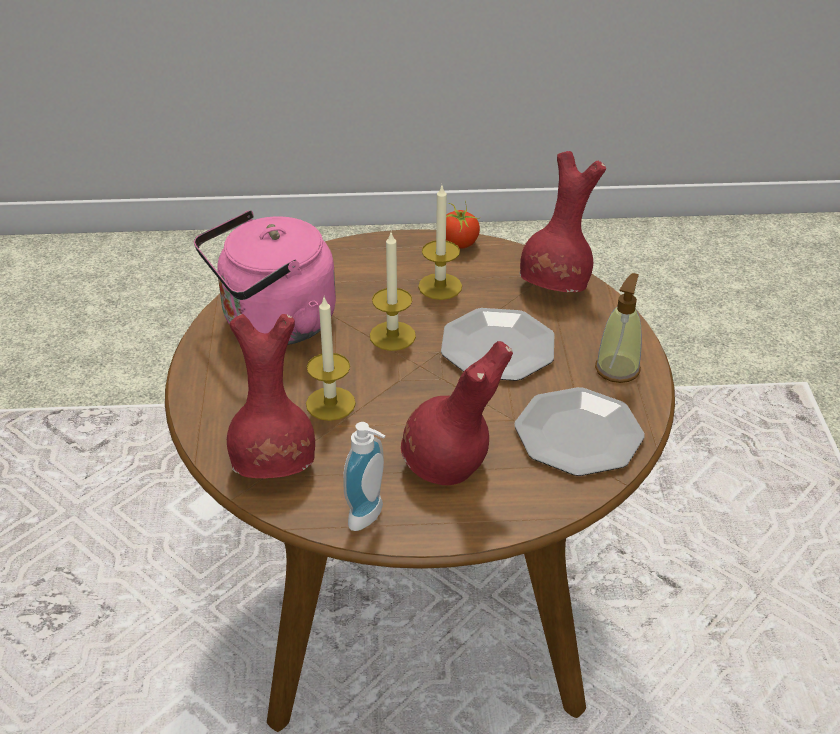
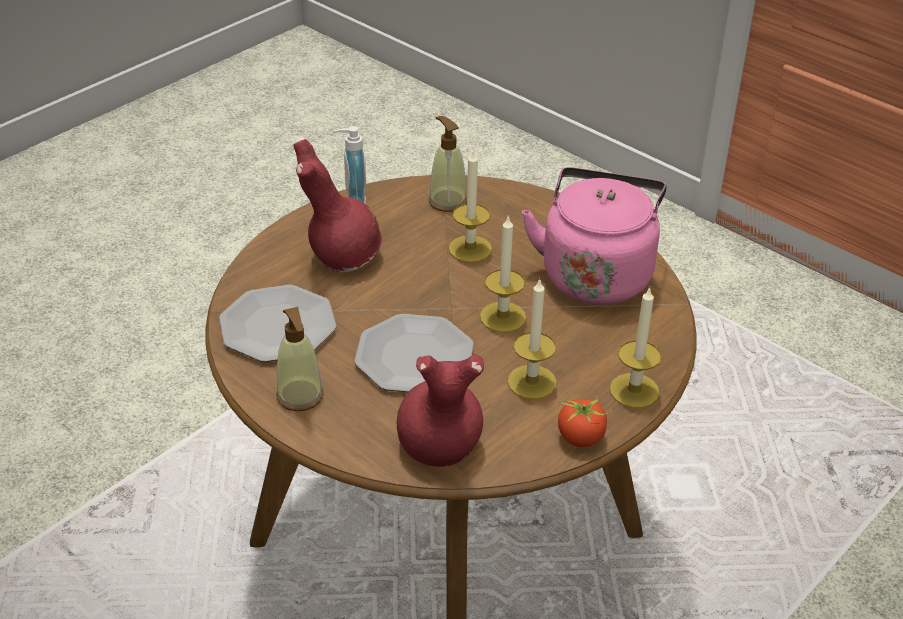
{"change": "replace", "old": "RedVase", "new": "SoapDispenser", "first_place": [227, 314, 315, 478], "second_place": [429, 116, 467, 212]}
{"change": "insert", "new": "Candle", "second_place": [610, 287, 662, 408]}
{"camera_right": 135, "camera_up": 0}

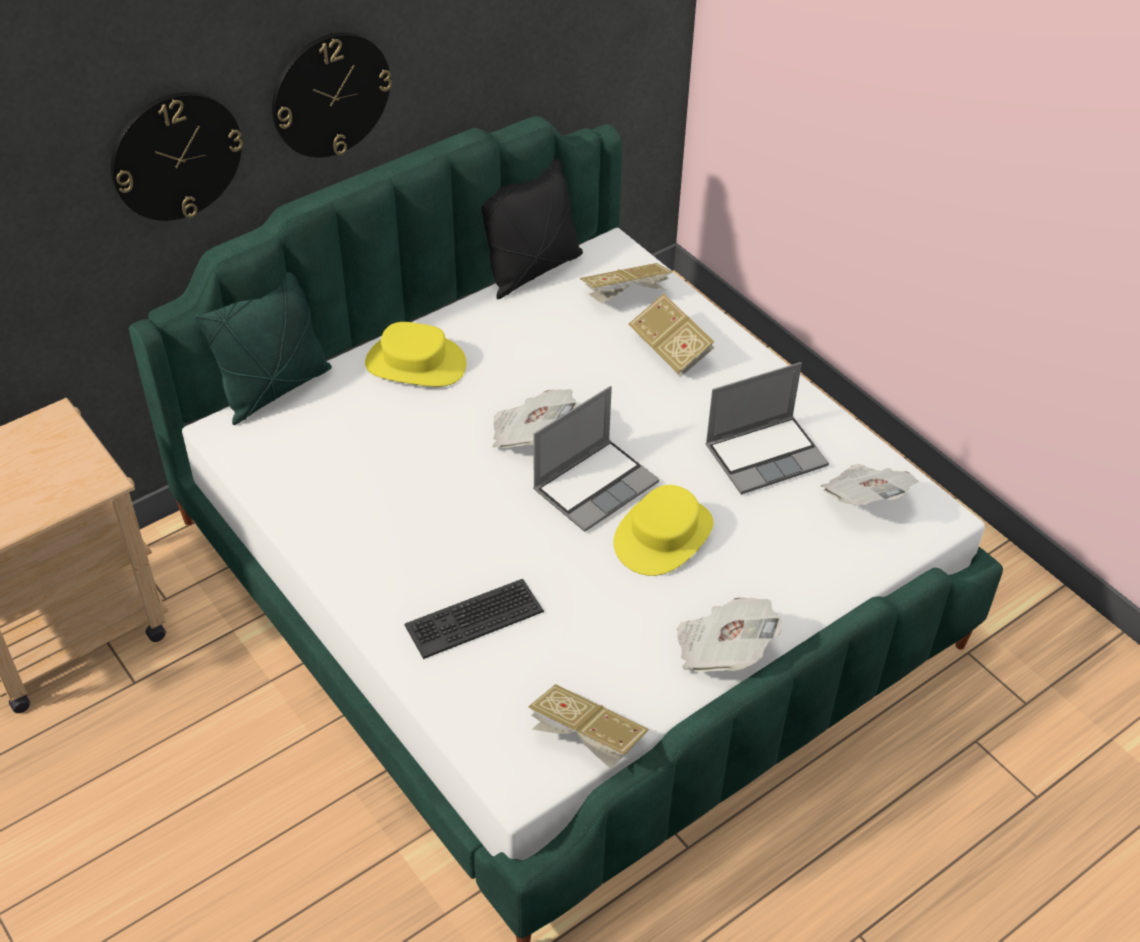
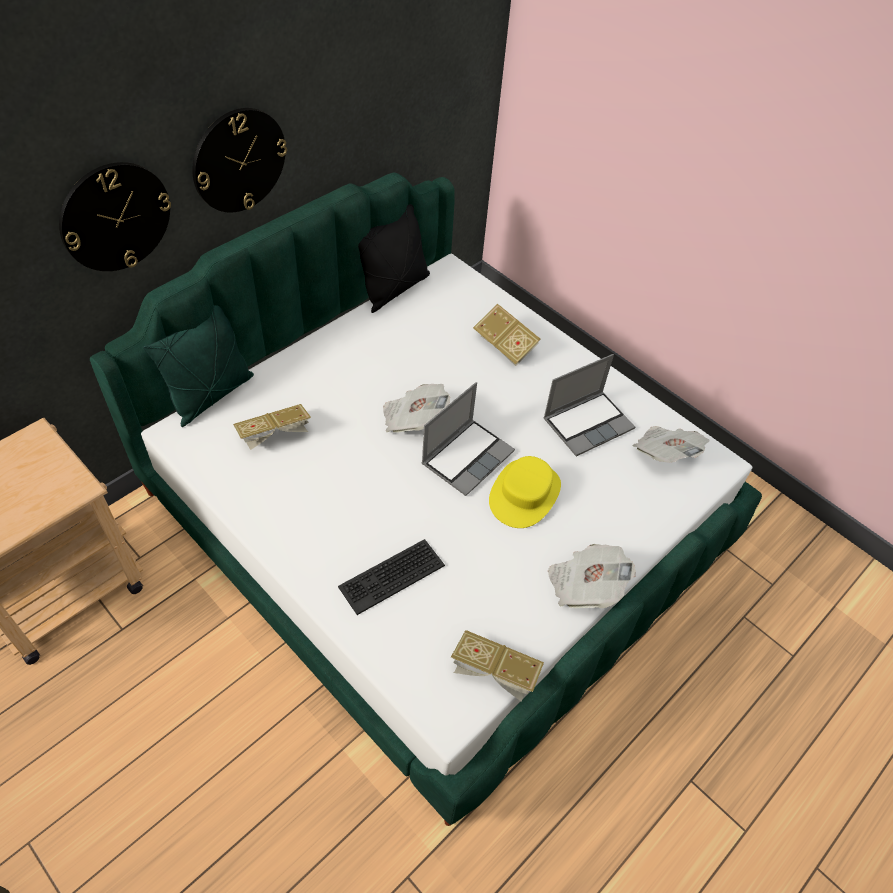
{"change": "move", "old": "Book", "first_place": [580, 263, 672, 303], "second_place": [233, 404, 311, 450]}
{"change": "delete", "old": "YellowHat", "first_place": [365, 322, 466, 387]}
{"camera_right": -10, "camera_up": 5}

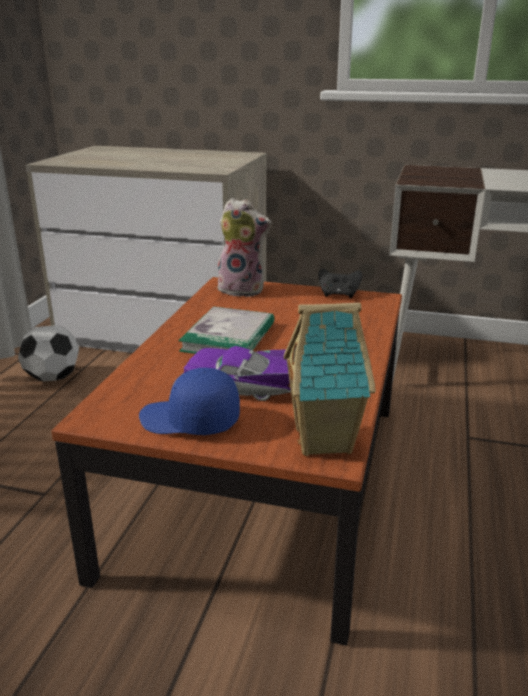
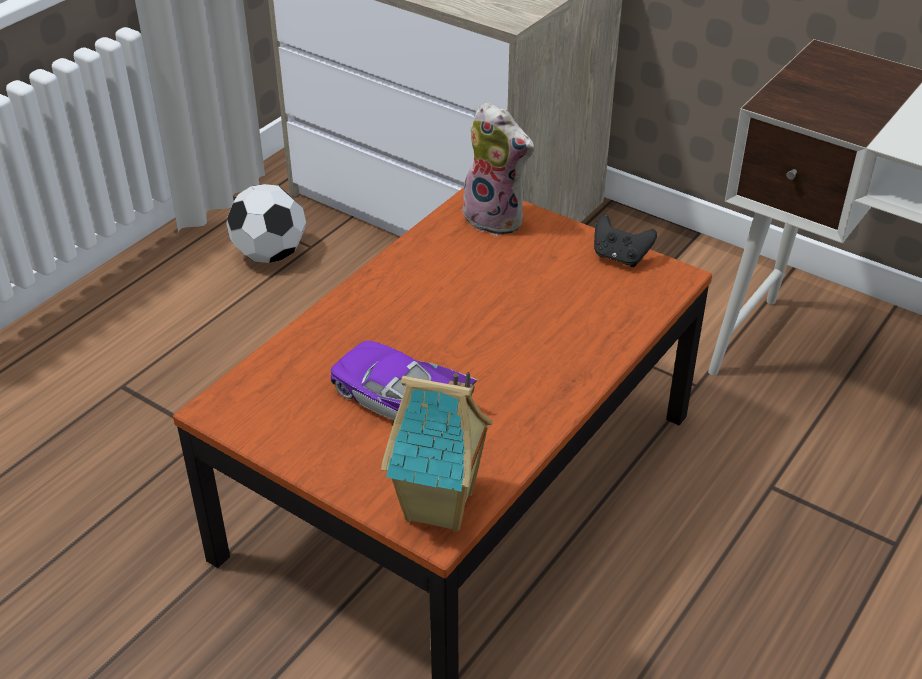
{"change": "delete", "old": "Book", "first_place": [178, 307, 274, 354]}
{"change": "delete", "old": "BlueCap", "first_place": [139, 368, 240, 435]}
{"camera_right": 20, "camera_up": 15}

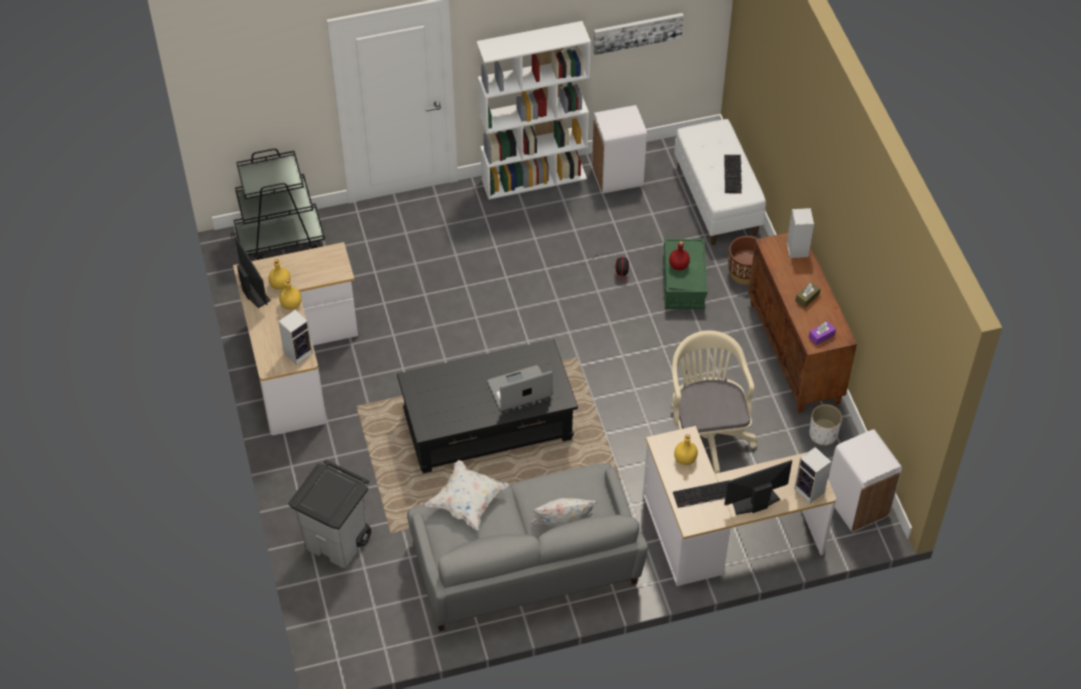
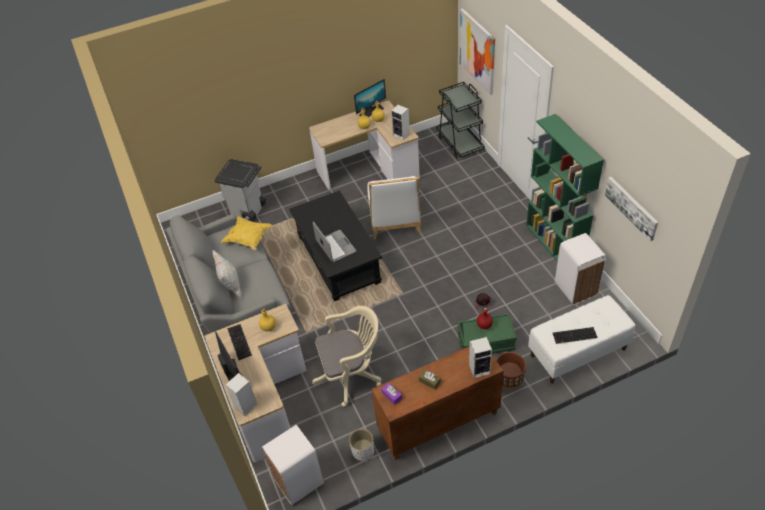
{"change": "recolor", "old": "WhiteBookcase", "new": "GreenBookcase", "first_place": [477, 21, 591, 199], "second_place": [526, 114, 604, 262]}
{"change": "move", "old": "Speaker", "first_place": [278, 310, 313, 365], "second_place": [391, 105, 410, 140]}
{"change": "recolor", "old": "WhitePillow", "new": "YellowPillow", "first_place": [425, 460, 509, 530], "second_place": [221, 216, 271, 250]}
{"change": "insert", "new": "Picture", "second_place": [460, 8, 495, 95]}
{"change": "insert", "new": "WhiteChair", "second_place": [367, 176, 422, 239]}
{"camera_right": 85, "camera_up": -5}

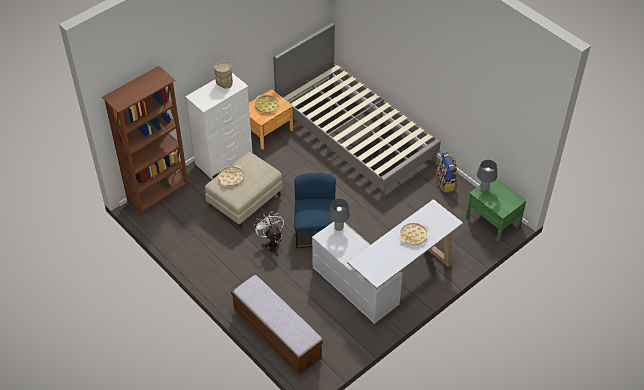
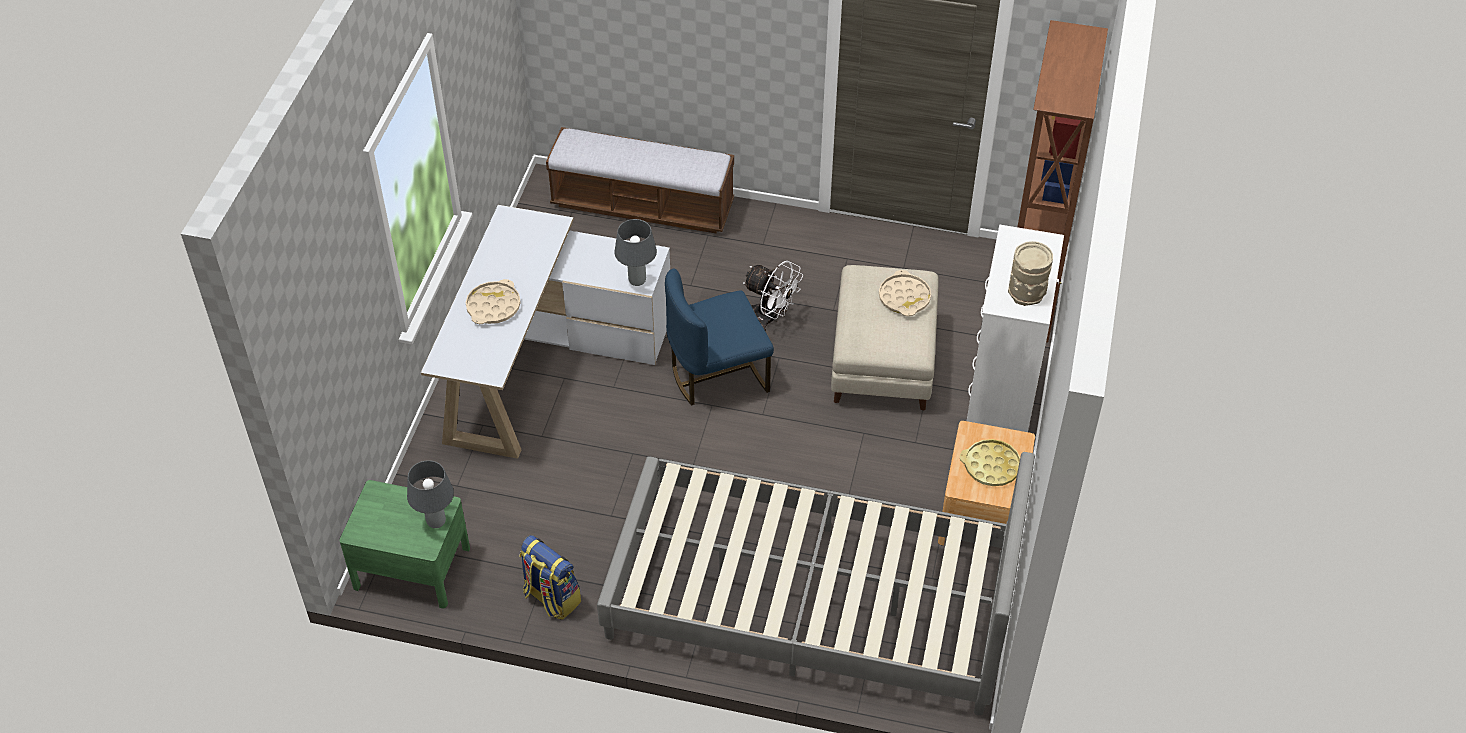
{"change": "rotate", "old": "BlueChair", "first_place": [294, 173, 336, 248], "second_place": [665, 269, 774, 406], "degrees": 105}
{"camera_right": 145, "camera_up": 0}

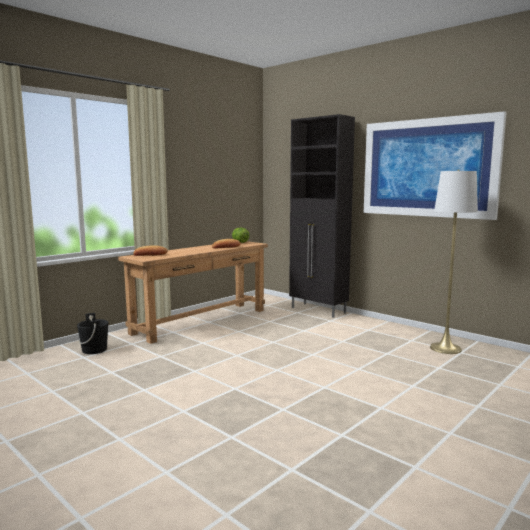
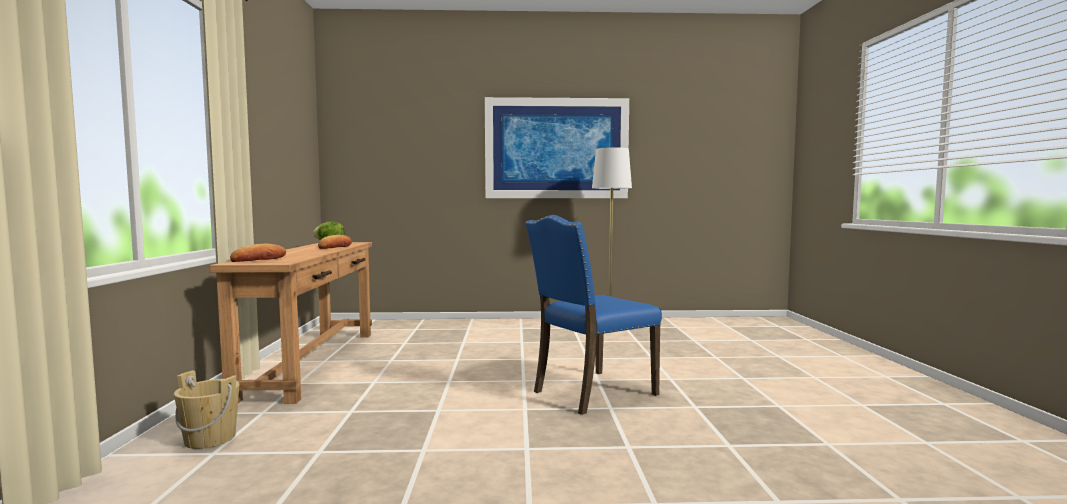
{"change": "delete", "old": "BlackCabinet", "first_place": [289, 114, 355, 318]}
{"change": "recolor", "old": "BlackBucket", "new": "BeigeBucket", "first_place": [77, 313, 108, 354], "second_place": [174, 370, 239, 449]}
{"change": "insert", "new": "BlueChair", "second_place": [525, 215, 662, 415]}
{"camera_right": -45, "camera_up": -5}

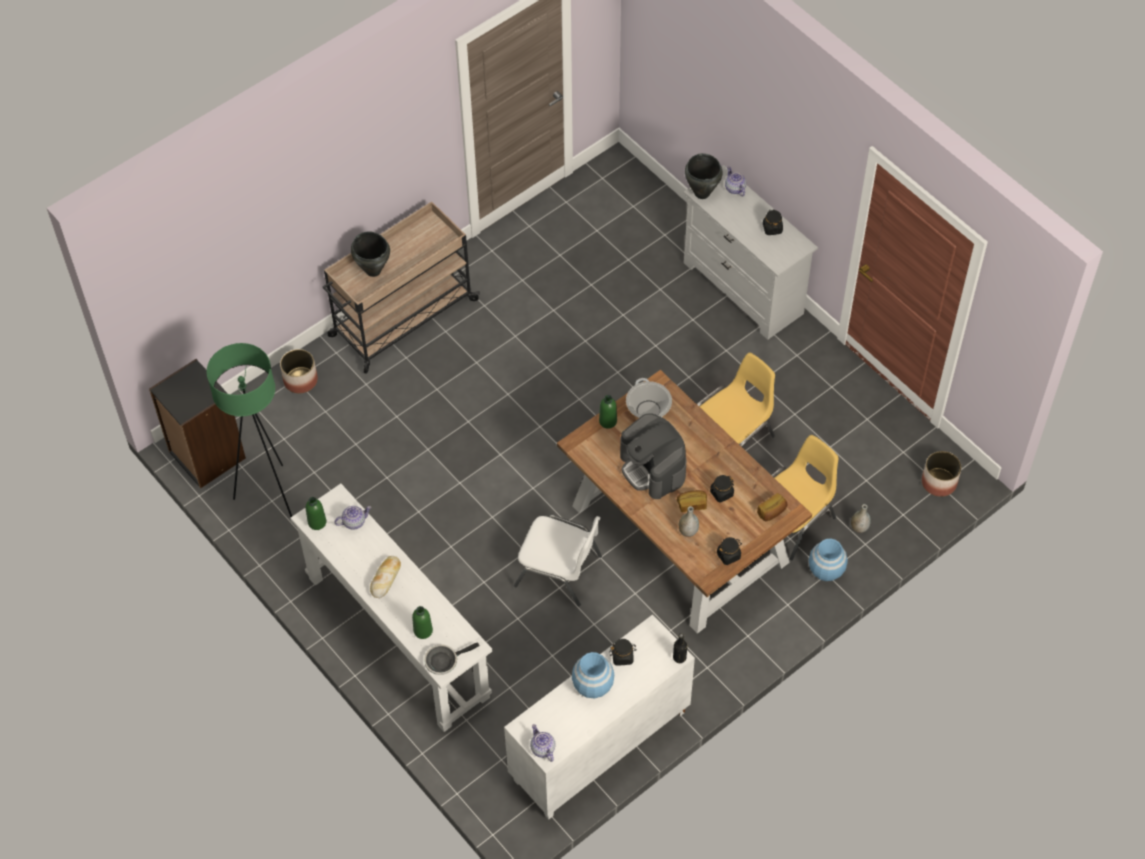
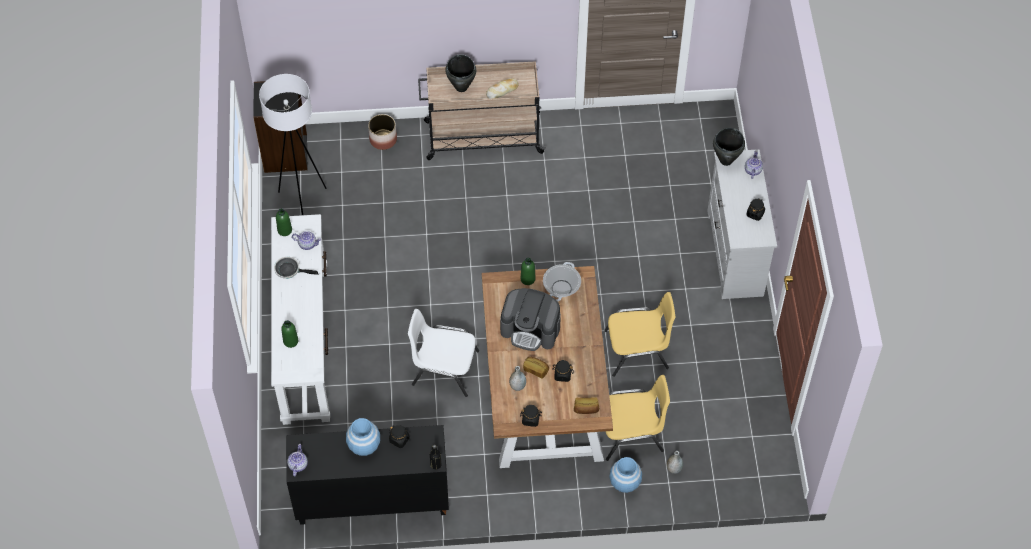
{"change": "recolor", "old": "GreenFloorLamp", "new": "WhiteFloorLamp", "first_place": [206, 343, 292, 517], "second_place": [259, 74, 327, 215]}
{"change": "rotate", "old": "CoffeeMachine", "first_place": [620, 413, 686, 499], "second_place": [500, 288, 561, 351], "degrees": -75}
{"change": "delete", "old": "Planter", "first_place": [922, 451, 961, 497]}
{"change": "rotate", "old": "WhiteChair", "first_place": [514, 515, 602, 606], "second_place": [408, 309, 479, 397], "degrees": 135}
{"change": "move", "old": "Bread", "first_place": [370, 556, 401, 598], "second_place": [486, 78, 518, 99]}
{"change": "recolor", "old": "WhiteCabinet", "new": "BlackCabinet", "first_place": [504, 614, 695, 820], "second_place": [286, 425, 449, 525]}
{"change": "move", "old": "FryingPan", "first_place": [424, 642, 480, 675], "second_place": [274, 257, 318, 279]}
{"camera_right": 35, "camera_up": 0}

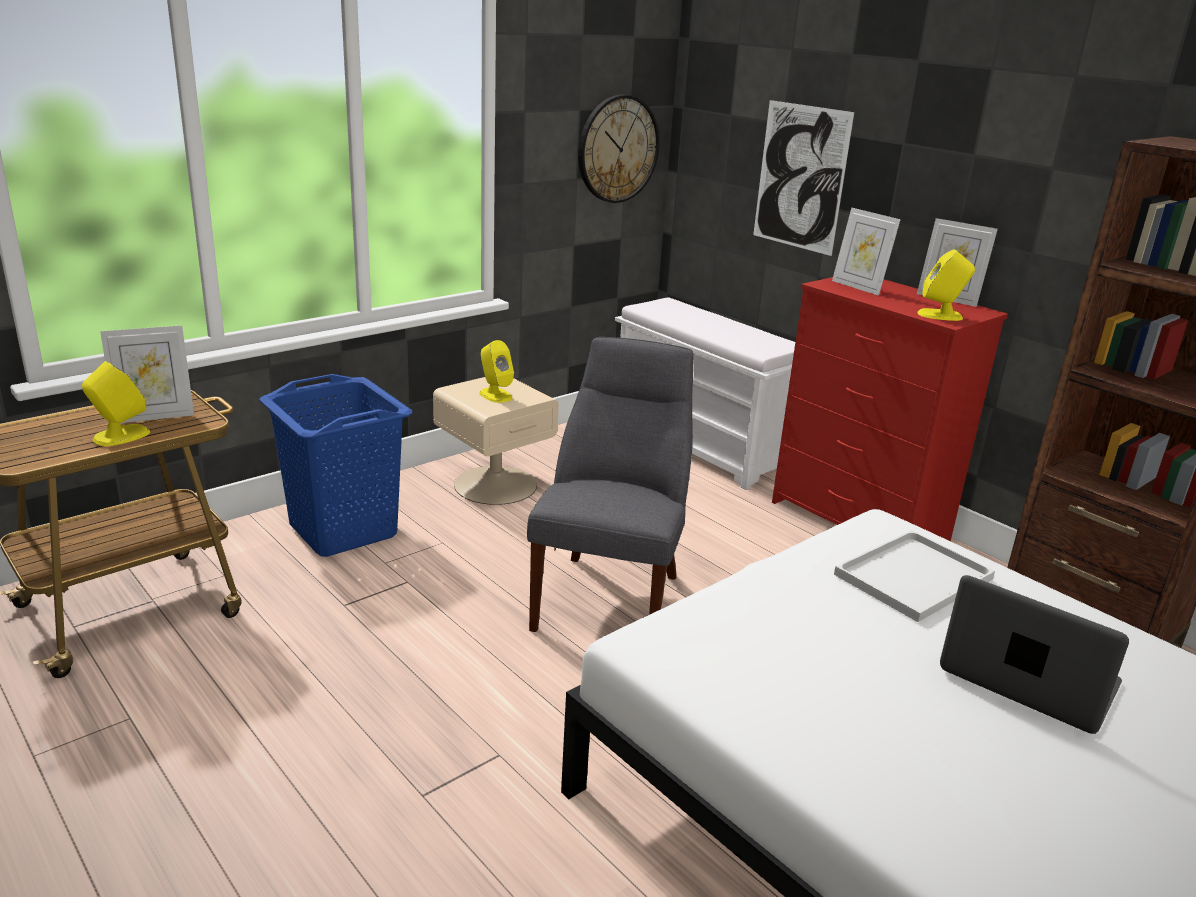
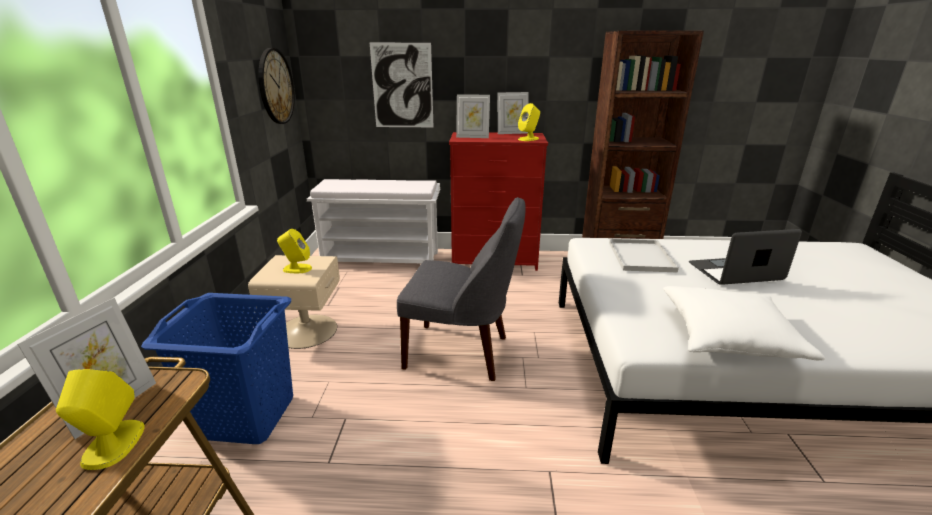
{"change": "rotate", "old": "GreyChair", "first_place": [527, 337, 694, 632], "second_place": [397, 197, 525, 381], "degrees": 135}
{"change": "insert", "new": "WhitePillow", "second_place": [663, 286, 825, 361]}
{"camera_right": -45, "camera_up": 0}

